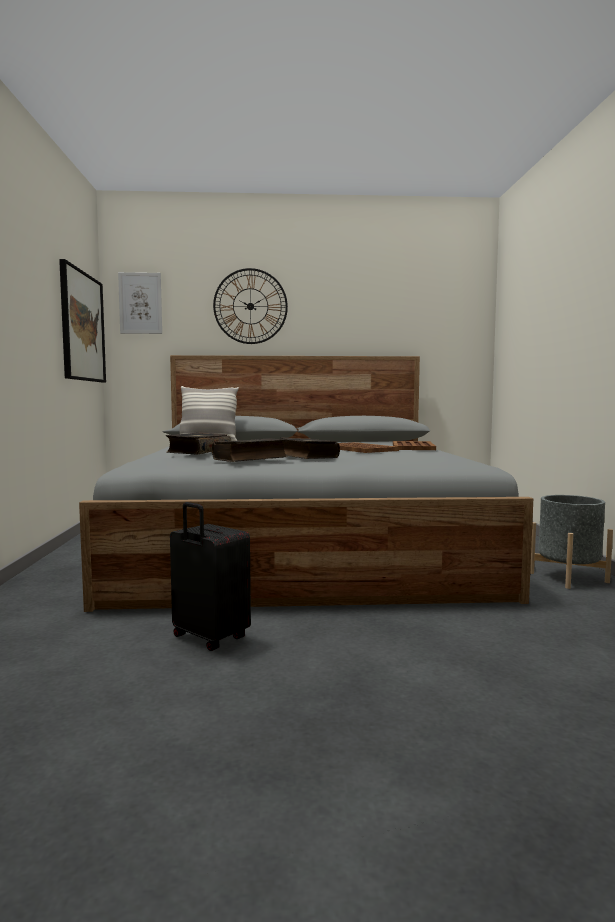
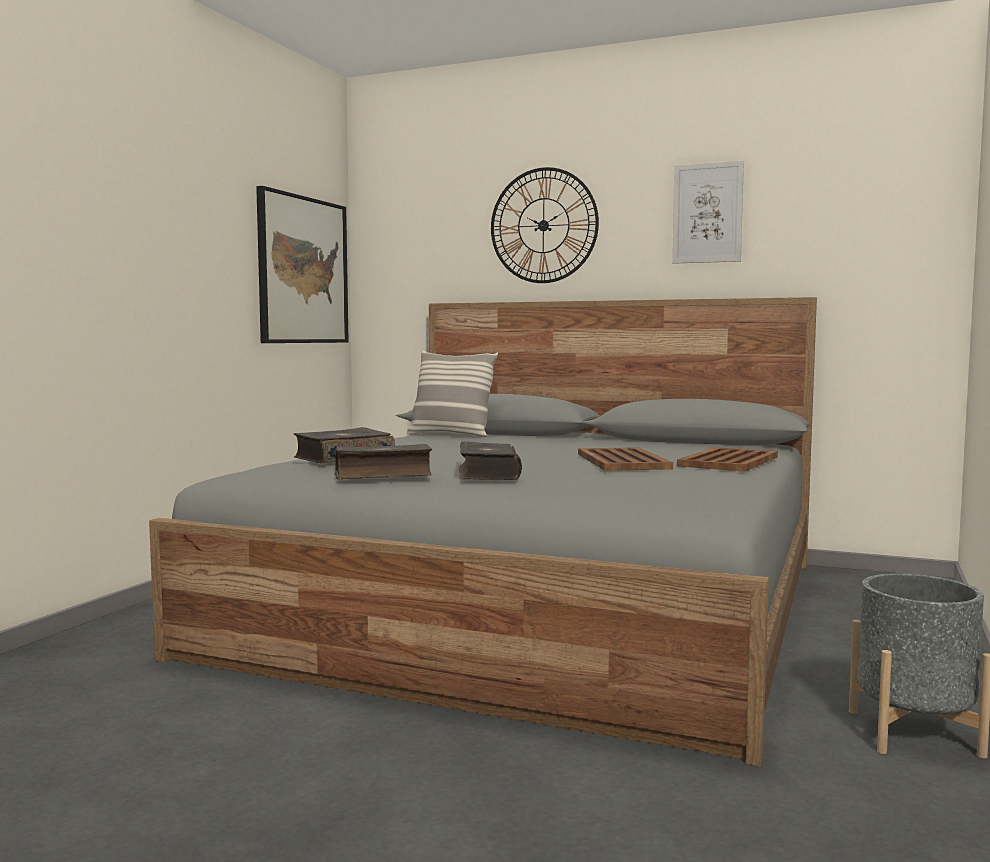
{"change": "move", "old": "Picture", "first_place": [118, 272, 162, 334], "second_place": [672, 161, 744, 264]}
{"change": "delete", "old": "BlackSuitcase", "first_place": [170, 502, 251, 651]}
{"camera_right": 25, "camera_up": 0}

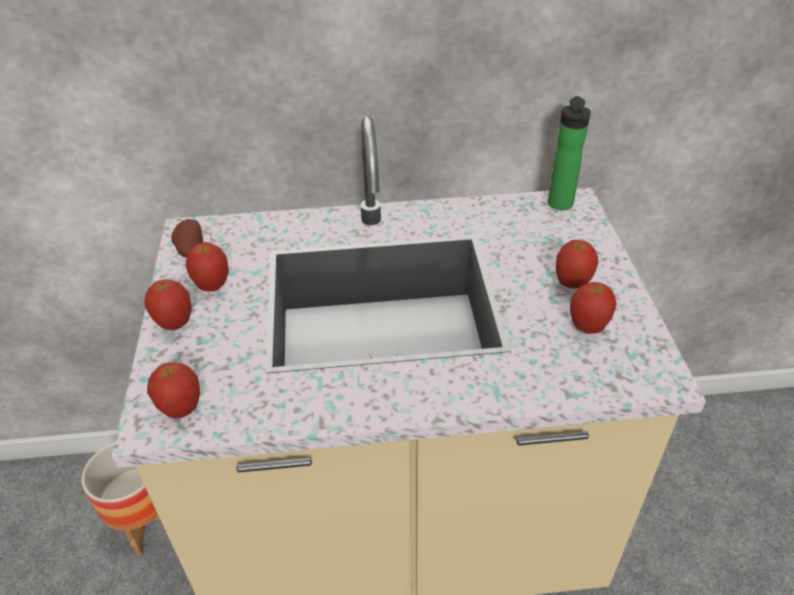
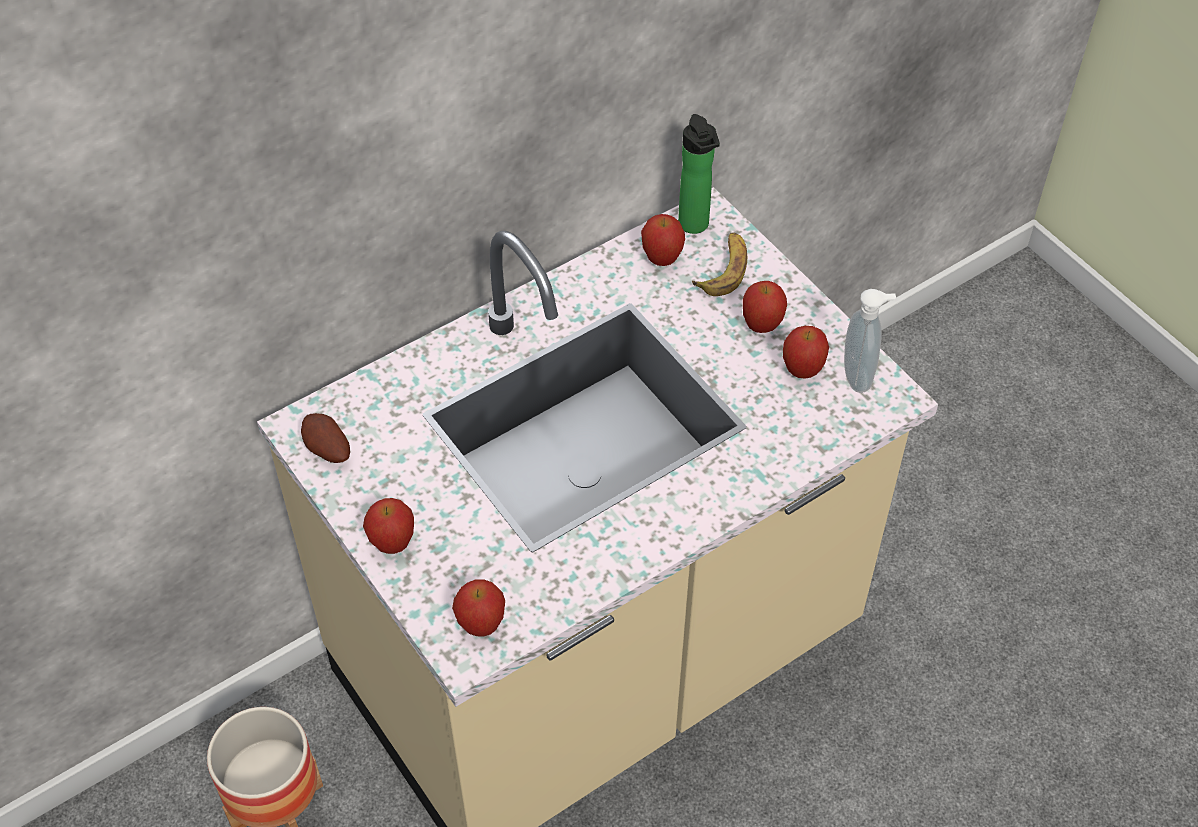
{"change": "move", "old": "Apple", "first_place": [186, 242, 229, 291], "second_place": [641, 214, 685, 266]}
{"change": "insert", "new": "Banana", "second_place": [692, 233, 747, 296]}
{"change": "insert", "new": "SoapDispenser", "second_place": [844, 289, 896, 393]}
{"camera_right": -30, "camera_up": 10}

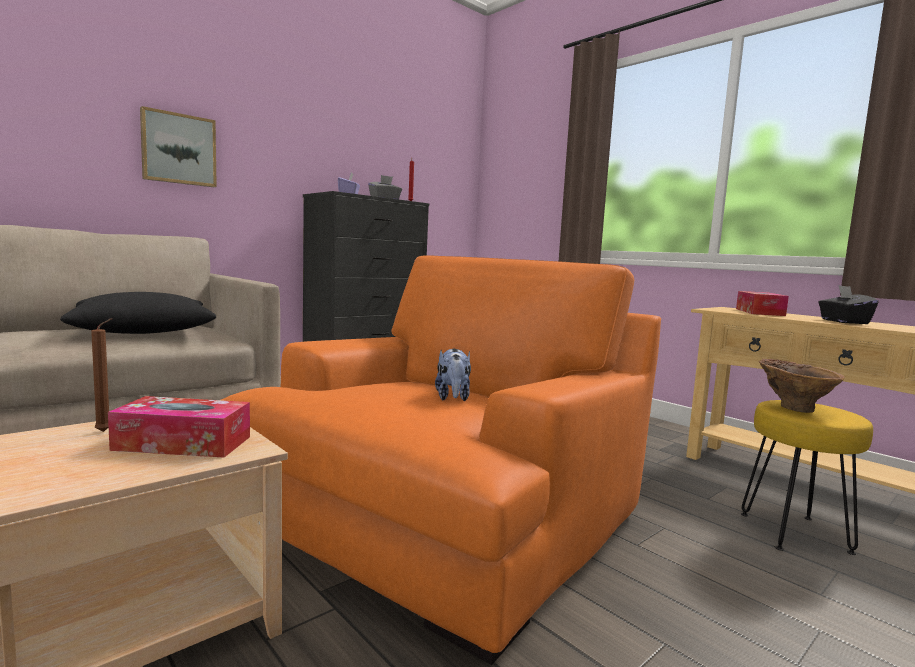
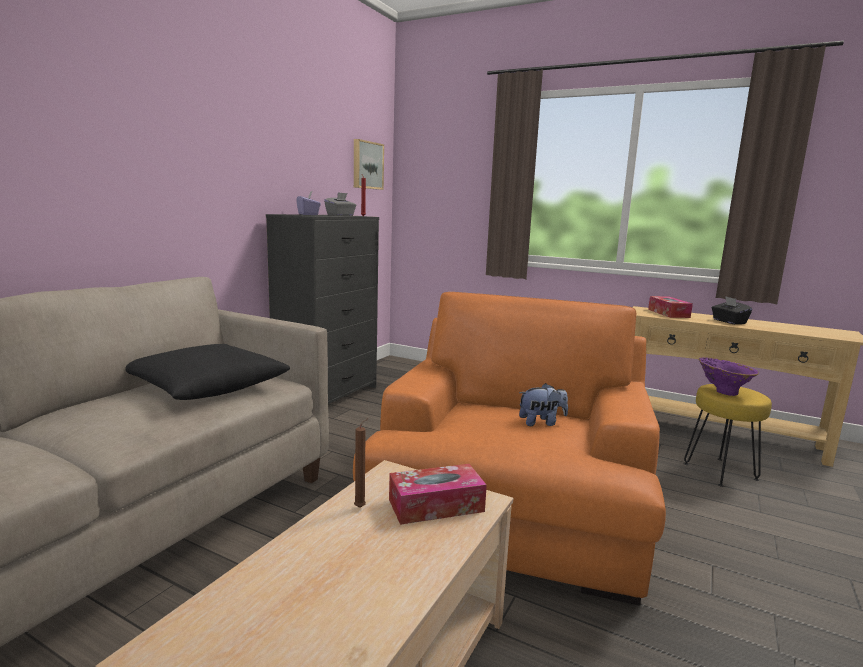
{"change": "move", "old": "Picture", "first_place": [140, 106, 217, 187], "second_place": [354, 139, 384, 190]}
{"change": "rotate", "old": "PlushToy", "first_place": [435, 349, 471, 401], "second_place": [519, 383, 568, 426], "degrees": -75}
{"change": "recolor", "old": "BrownVase", "new": "PurpleVase", "first_place": [759, 359, 845, 413], "second_place": [699, 358, 759, 396]}
{"camera_right": -20, "camera_up": 5}

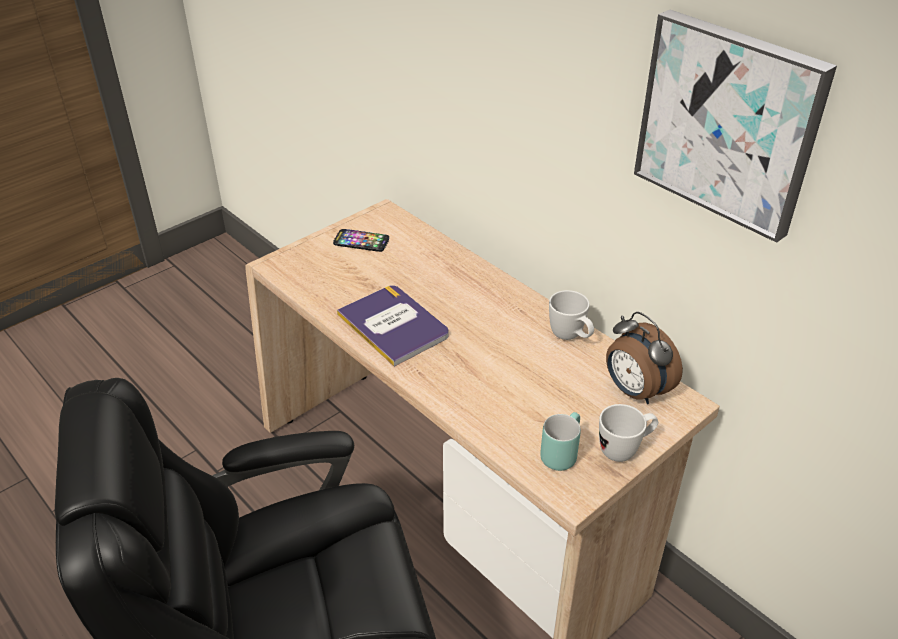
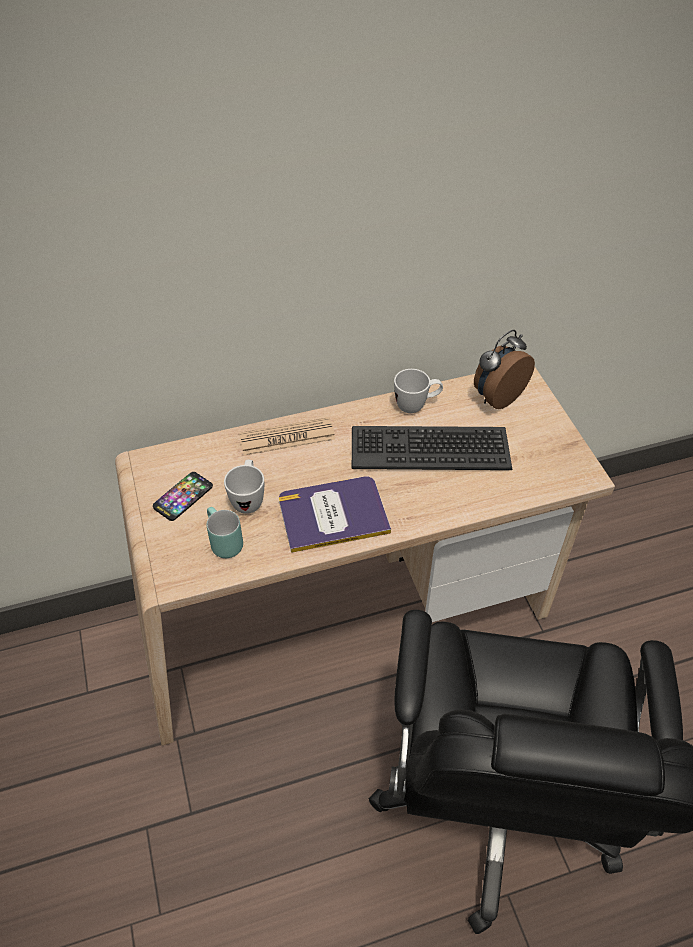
{"change": "delete", "old": "Picture", "first_place": [634, 10, 837, 243]}
{"change": "rotate", "old": "AlarmClock", "first_place": [606, 312, 683, 404], "second_place": [474, 330, 535, 409], "degrees": 150}
{"change": "move", "old": "WhiteMug", "first_place": [599, 404, 658, 462], "second_place": [224, 460, 264, 514]}
{"change": "move", "old": "TurquoiseMug", "first_place": [540, 412, 581, 471], "second_place": [207, 507, 243, 558]}
{"change": "insert", "new": "Newspaper", "second_place": [239, 417, 335, 455]}
{"change": "insert", "new": "Keyboard", "second_place": [352, 426, 512, 470]}
{"camera_right": -65, "camera_up": 10}

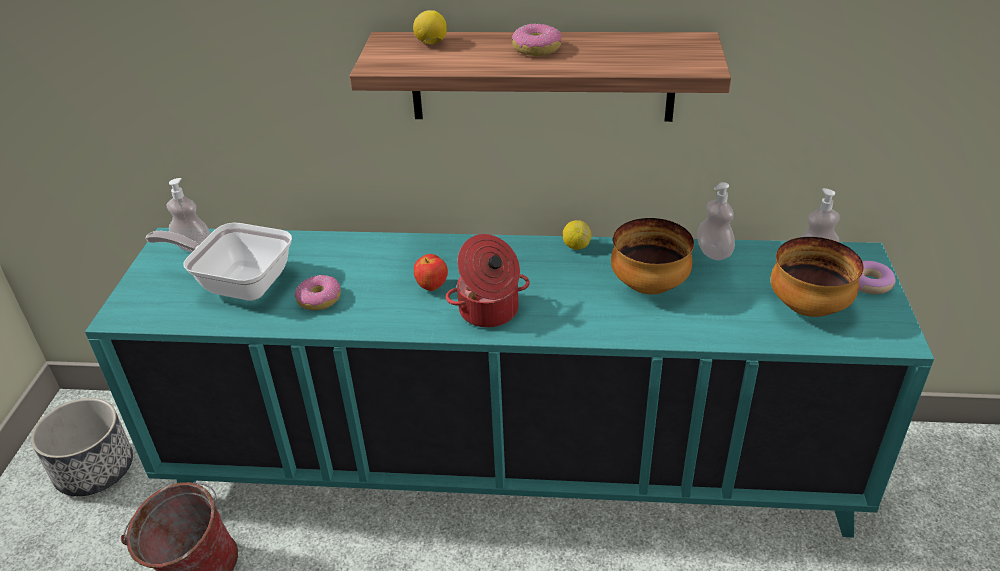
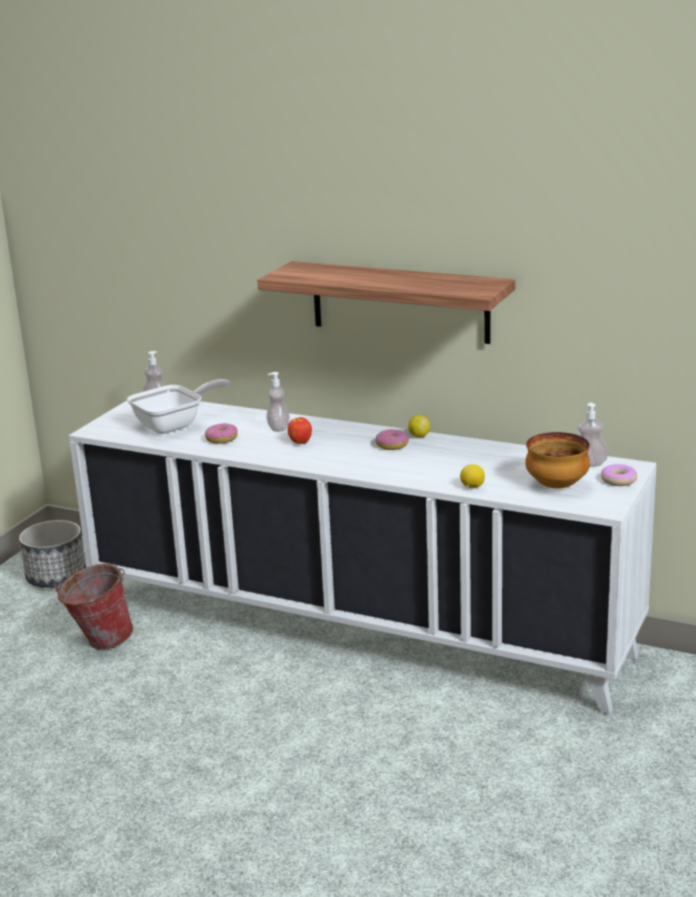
{"change": "move", "old": "Lemon", "first_place": [413, 10, 447, 44], "second_place": [460, 464, 485, 488]}
{"change": "move", "old": "Donut", "first_place": [512, 23, 562, 56], "second_place": [376, 429, 409, 450]}
{"change": "move", "old": "SoapDispenser", "first_place": [697, 182, 735, 260], "second_place": [266, 372, 290, 432]}
{"change": "delete", "old": "Bowl", "first_place": [611, 218, 694, 294]}
{"change": "rotate", "old": "FryingPan", "first_place": [145, 223, 292, 301], "second_place": [127, 379, 230, 434], "degrees": 105}
{"change": "recolor", "old": "TurquoiseCabinet", "new": "WhiteCabinet", "first_place": [85, 228, 934, 538], "second_place": [69, 401, 656, 715]}
{"change": "delete", "old": "CookingPot", "first_place": [446, 234, 530, 328]}
{"camera_right": 20, "camera_up": -15}

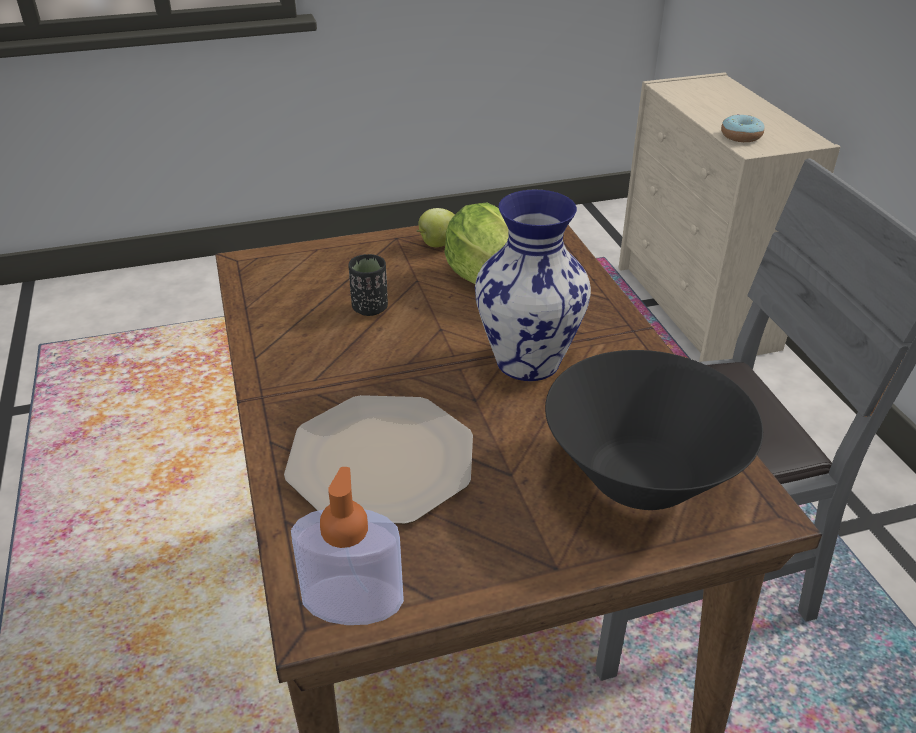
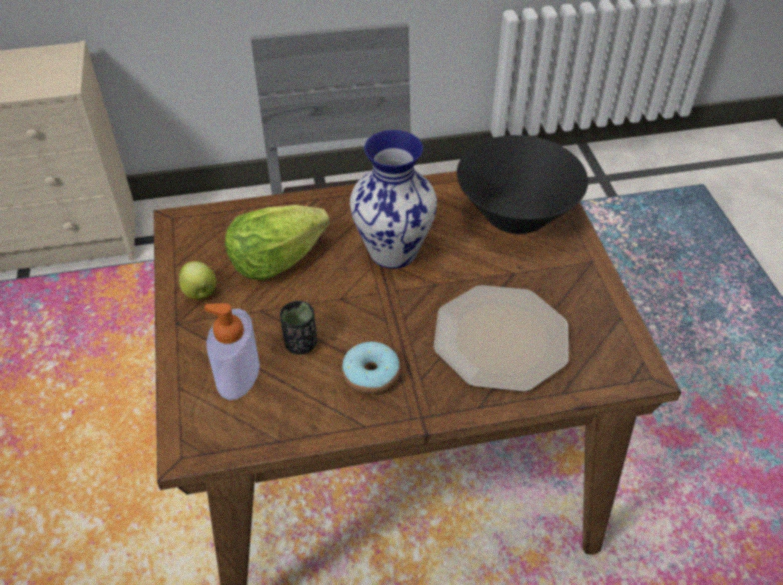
{"change": "move", "old": "Donut", "first_place": [721, 115, 765, 142], "second_place": [342, 342, 400, 394]}
{"change": "move", "old": "SoapDispenser", "first_place": [291, 467, 404, 625], "second_place": [204, 303, 260, 400]}
{"camera_right": -85, "camera_up": 10}

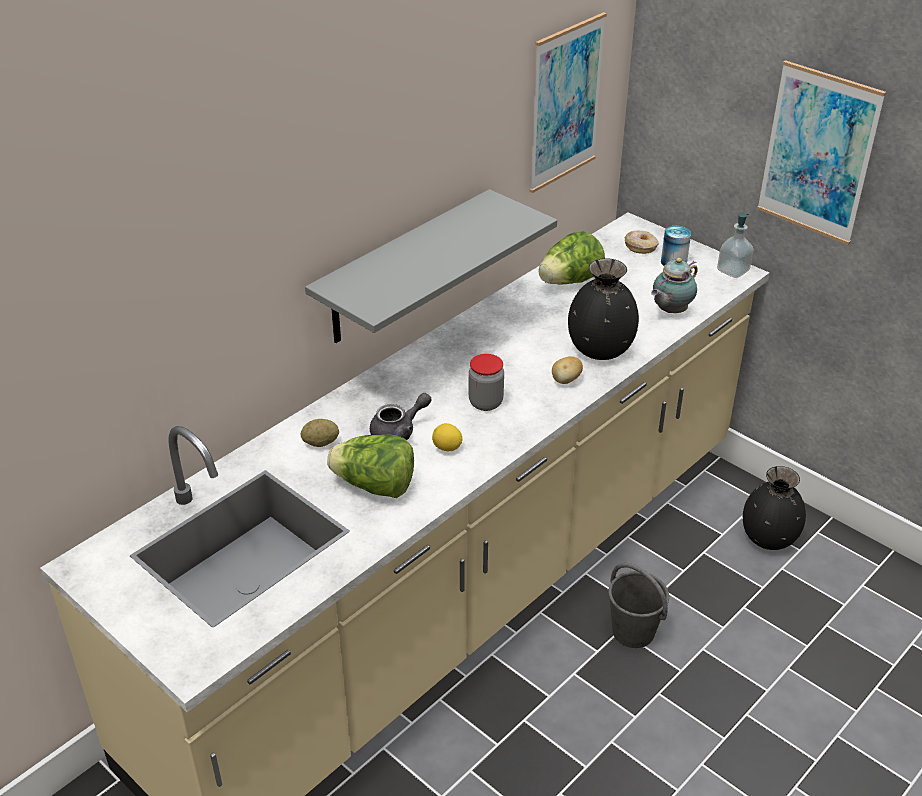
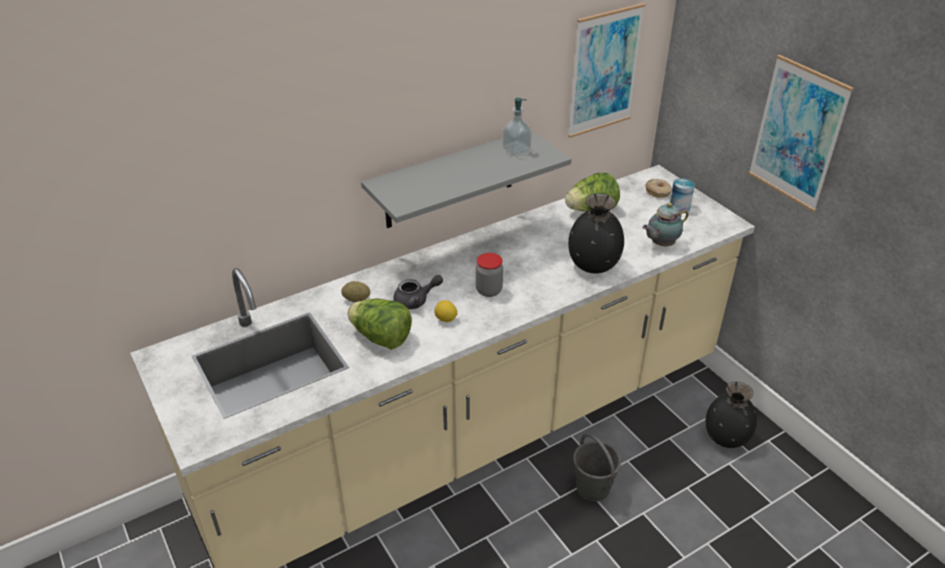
{"change": "move", "old": "SoapDispenser", "first_place": [717, 213, 754, 278], "second_place": [502, 98, 532, 156]}
{"change": "delete", "old": "Potato", "first_place": [552, 356, 583, 384]}
{"camera_right": 15, "camera_up": 0}

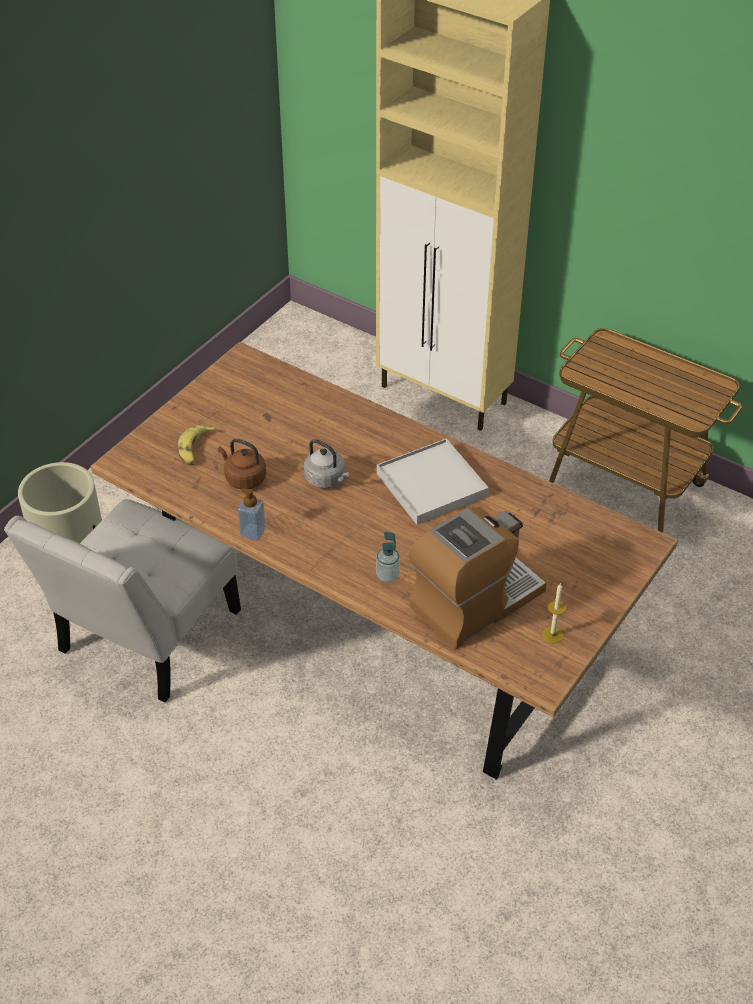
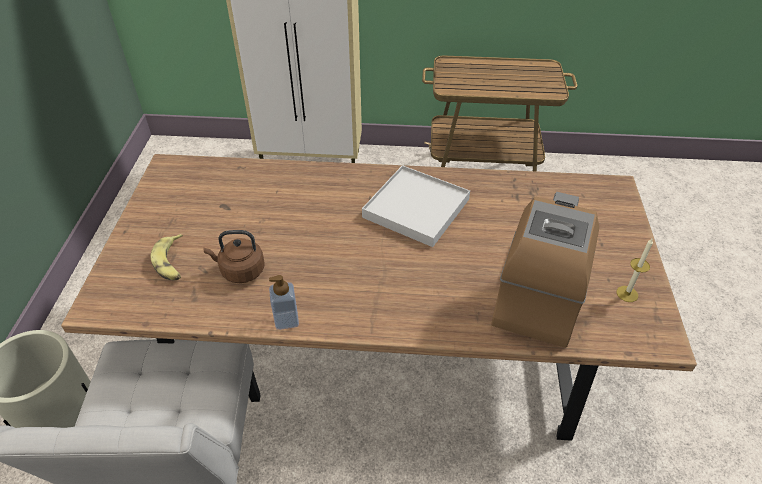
{"change": "delete", "old": "GreyKettle", "first_place": [304, 439, 350, 489]}
{"change": "delete", "old": "SoapDispenser", "first_place": [376, 532, 400, 583]}
{"camera_right": -30, "camera_up": 0}

